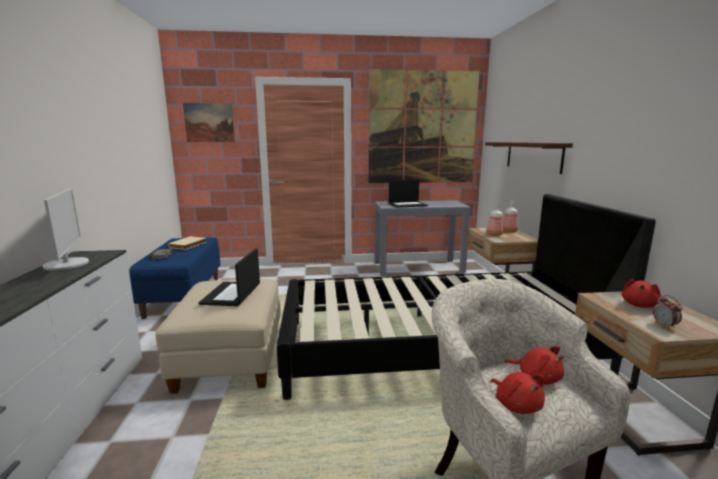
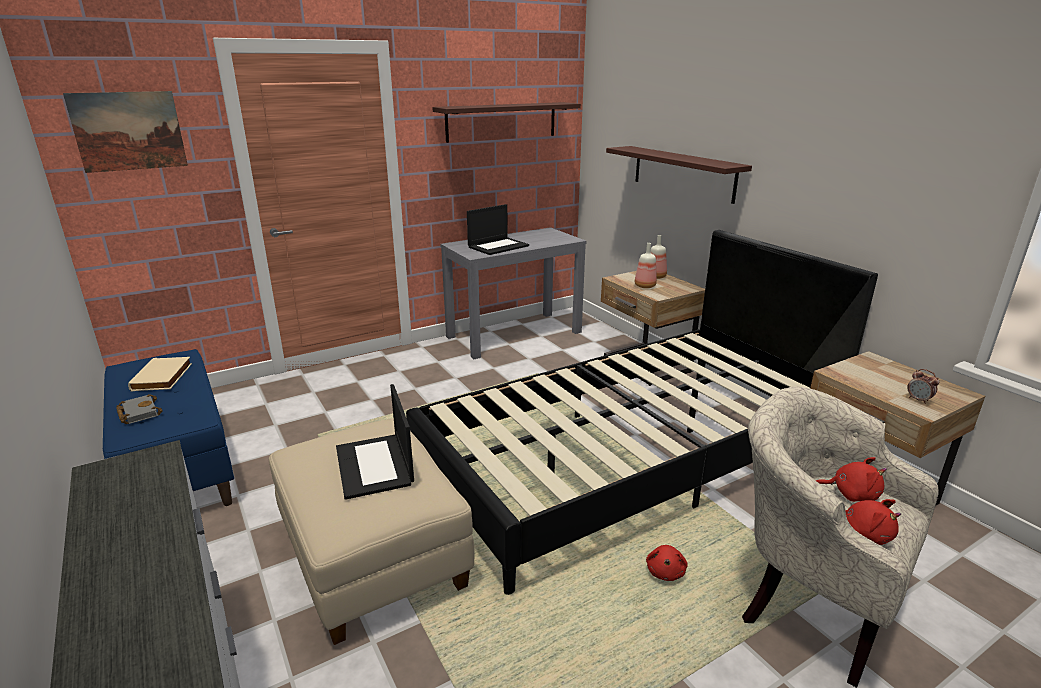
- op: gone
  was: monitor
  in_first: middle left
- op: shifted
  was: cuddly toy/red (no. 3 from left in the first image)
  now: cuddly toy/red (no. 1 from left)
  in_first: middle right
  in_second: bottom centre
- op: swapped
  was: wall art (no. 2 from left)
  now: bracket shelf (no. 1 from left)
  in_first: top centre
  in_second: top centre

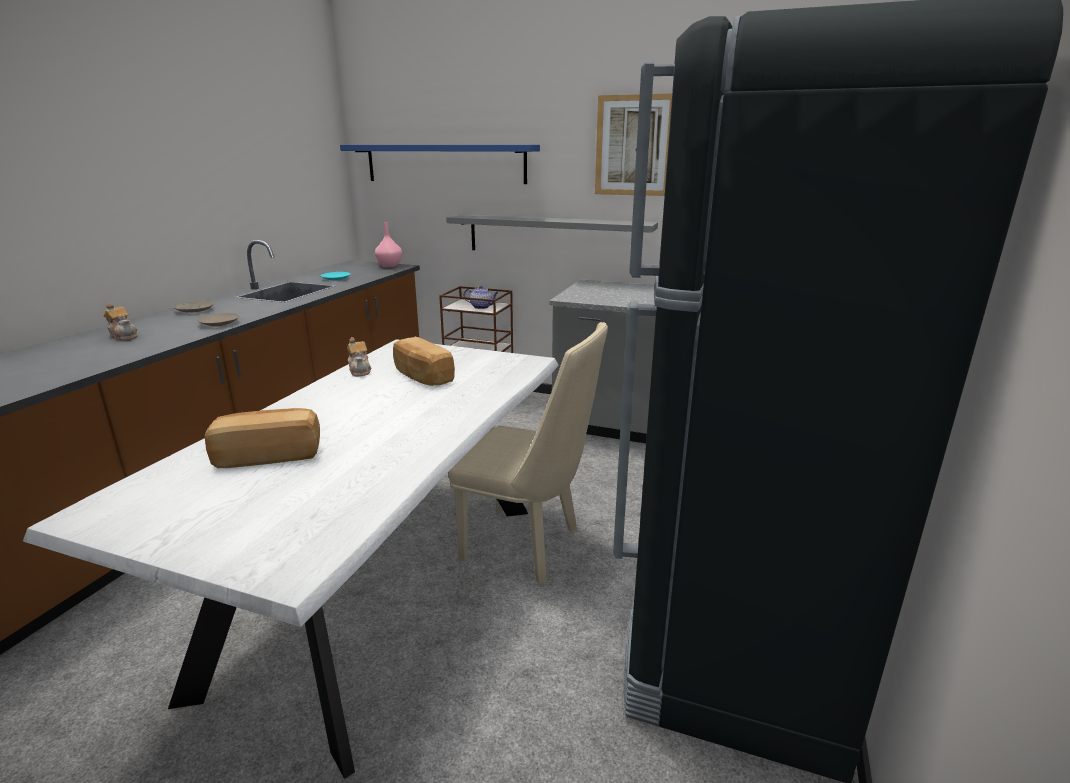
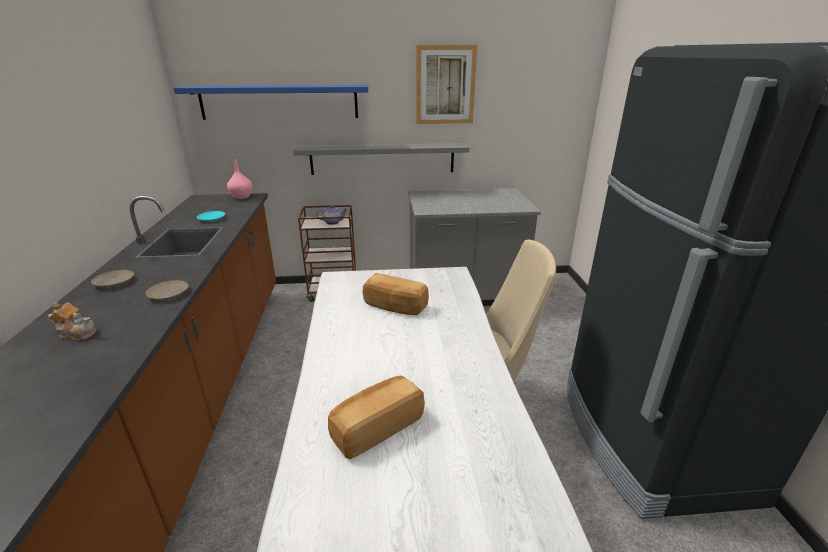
- op: gone
  was: tea pot (no. 2 from left)
  in_first: centre

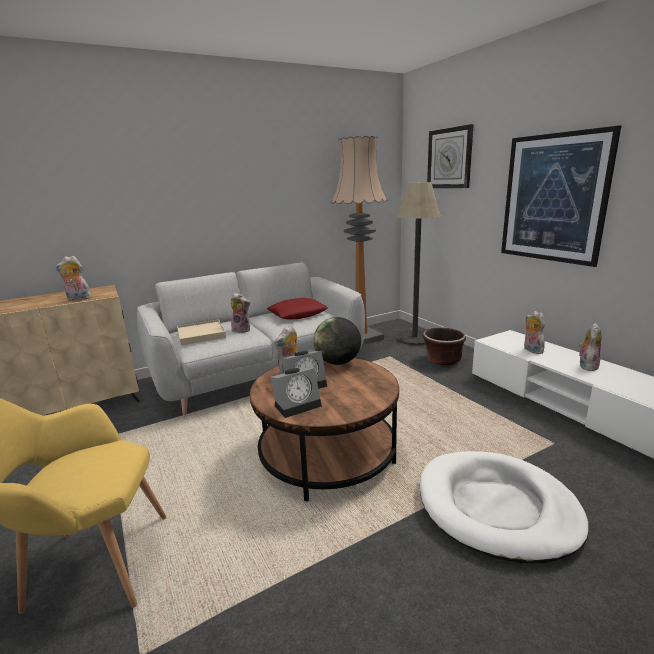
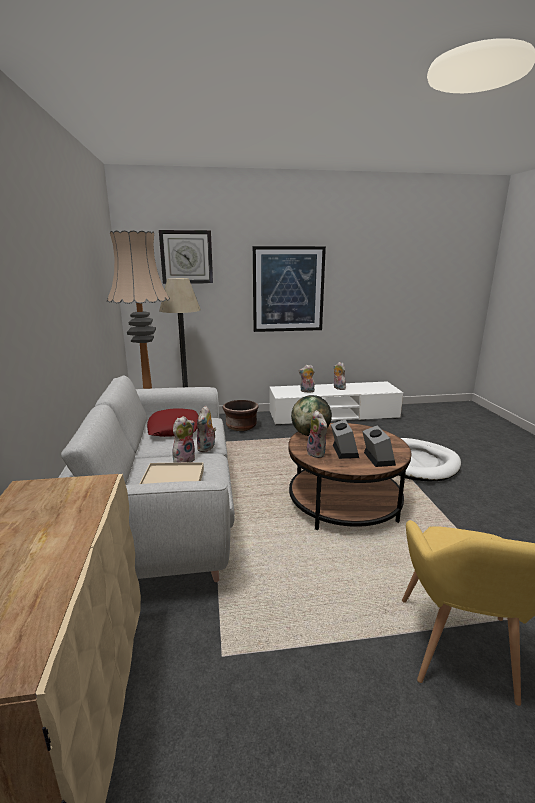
- op: shifted
  was: cuddly toy (no. 1 from left in the first image)
  now: cuddly toy (no. 2 from left)
  in_first: middle left
  in_second: centre

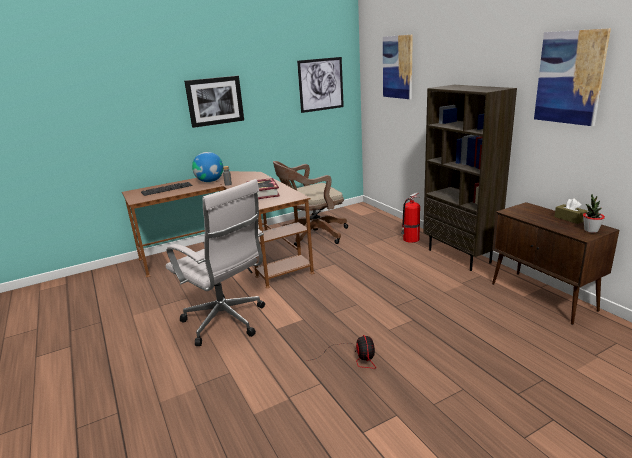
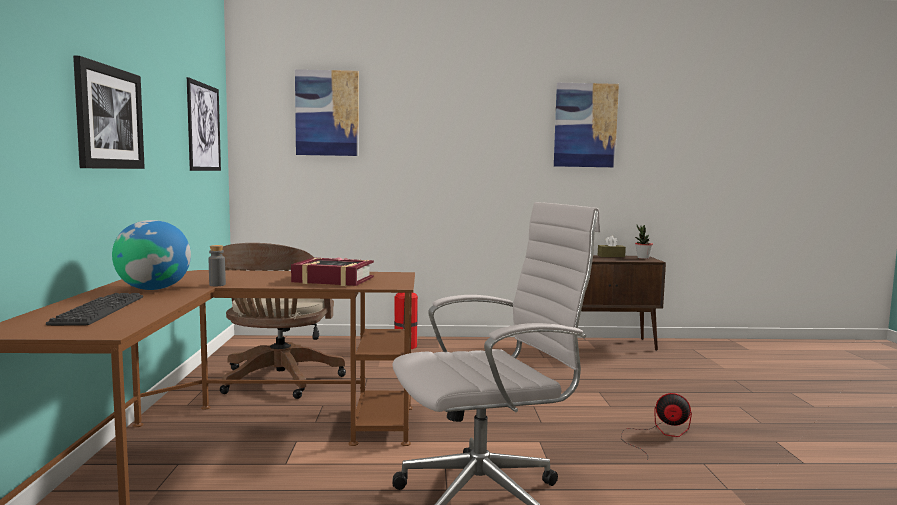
- op: gone
  was: shelving unit/brownish
  in_first: middle right

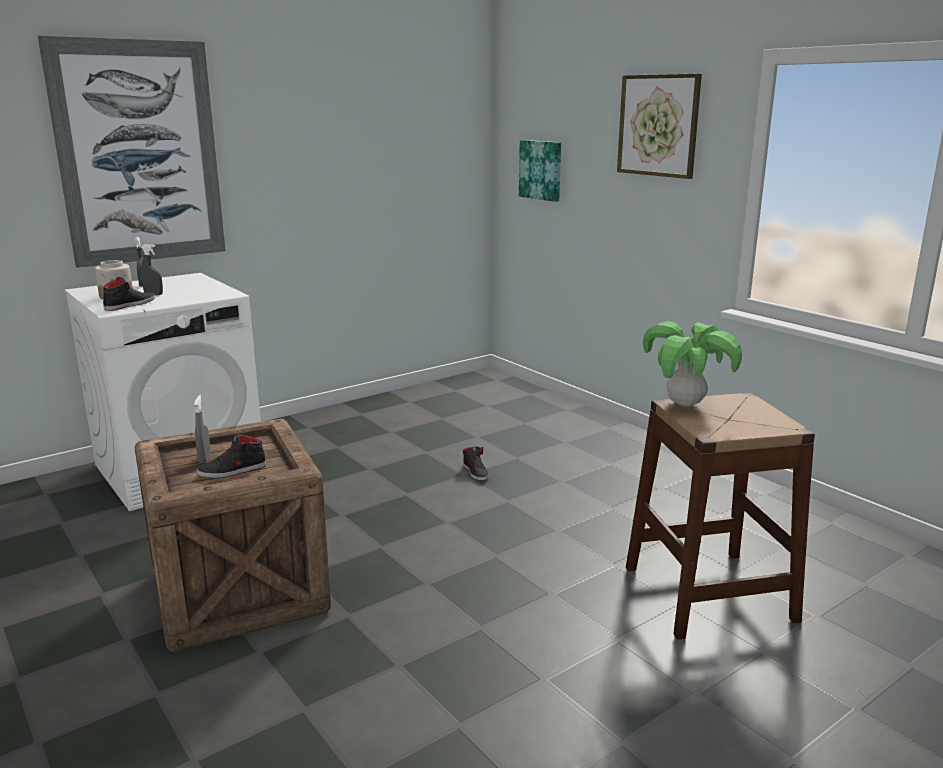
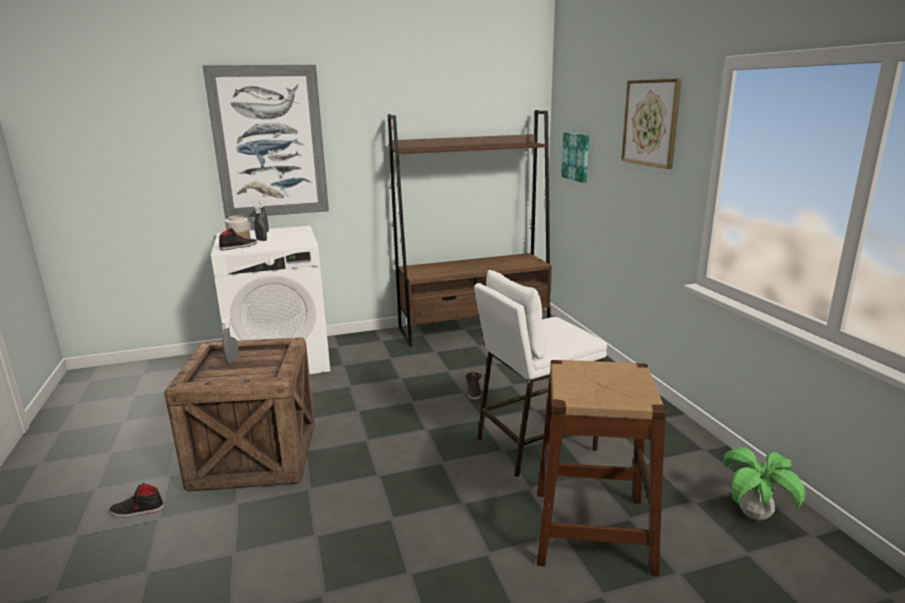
- op: new
  now: shelving unit/brownish
  in_second: centre
- op: new
  now: stool/white
  in_second: centre
- op: shifted
  was: shoe/blackish (no. 2 from left in the first image)
  now: shoe/blackish (no. 1 from left)
  in_first: middle left
  in_second: bottom left
- op: shifted
  was: potted plant
  in_first: middle right
  in_second: bottom right

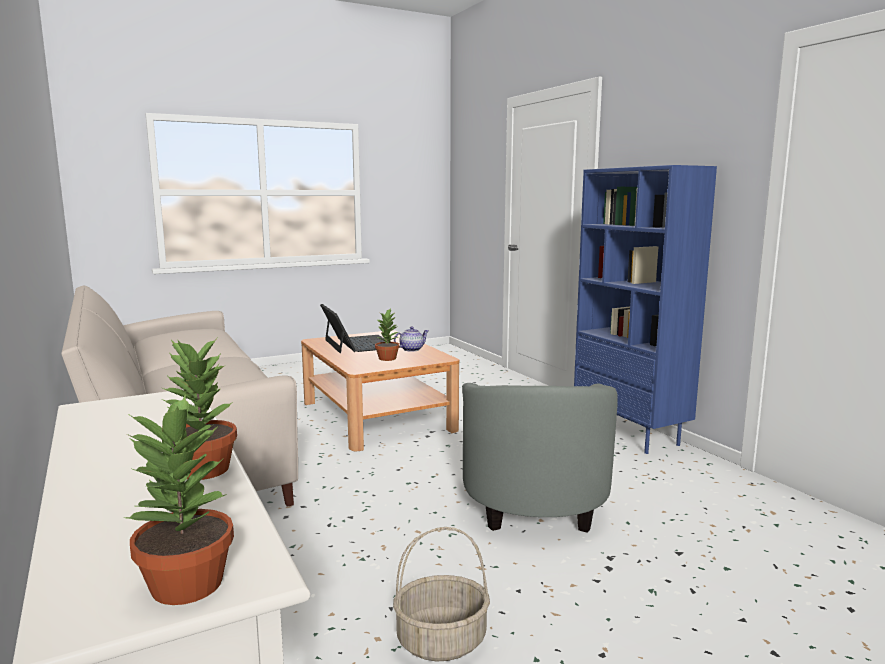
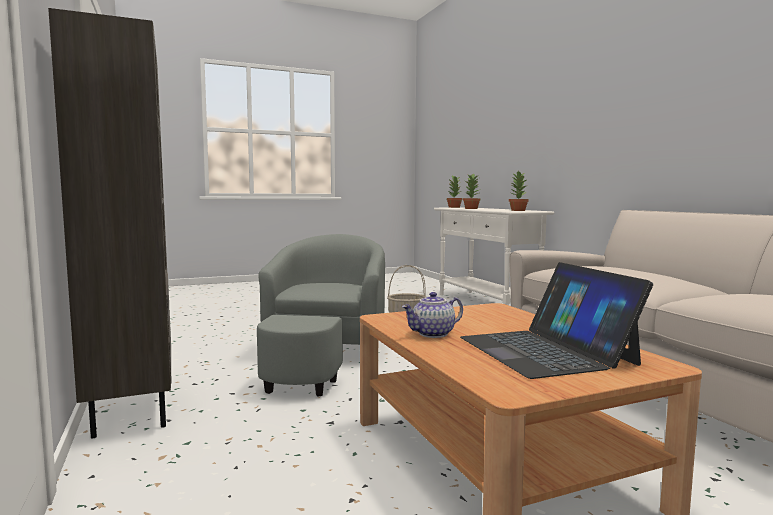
- op: shifted
  was: potted plant (no. 3 from left)
  in_first: centre
  in_second: middle right
- op: repainted
  was: shelving unit/blue
  now: shelving unit/brownish
  in_first: middle right
  in_second: middle left

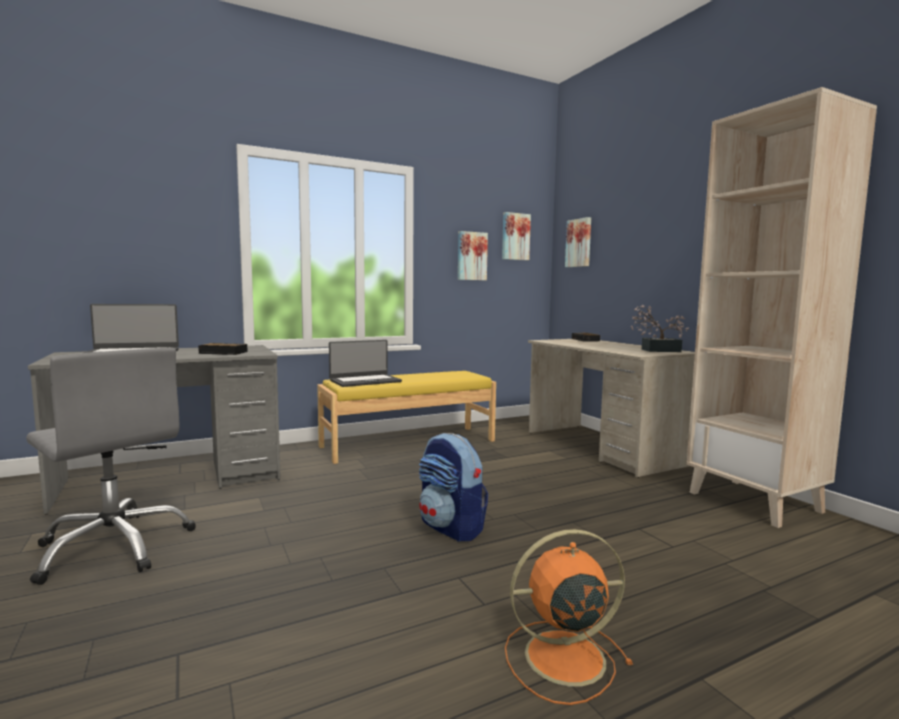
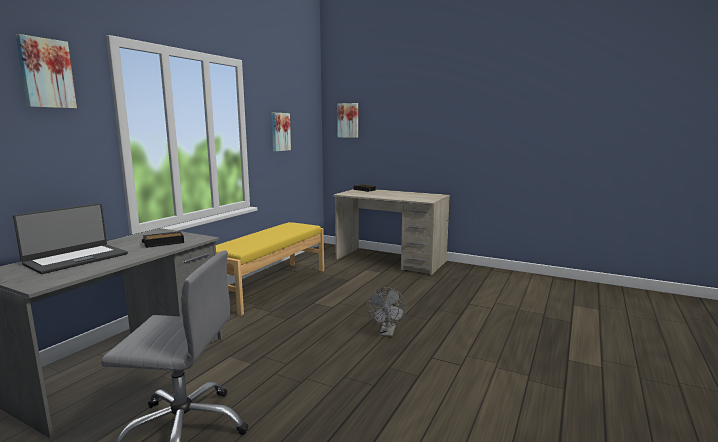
- op: gone
  was: laptop (no. 2 from left)
  in_first: centre
- op: gone
  was: fan/orangey
  in_first: bottom centre
- op: gone
  was: potted plant
  in_first: middle right
- op: gone
  was: shelving unit/sand-coloured
  in_first: middle right
- op: shifted
  was: wall art (no. 2 from left in the first image)
  now: wall art (no. 1 from left)
  in_first: top centre
  in_second: top left
- op: swapped
  was: rucksack
  now: fan/gray
  in_first: bottom centre
  in_second: bottom centre

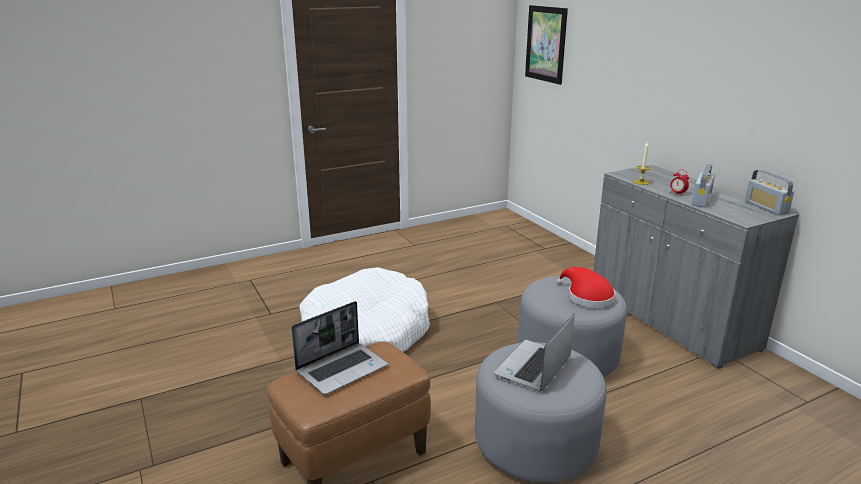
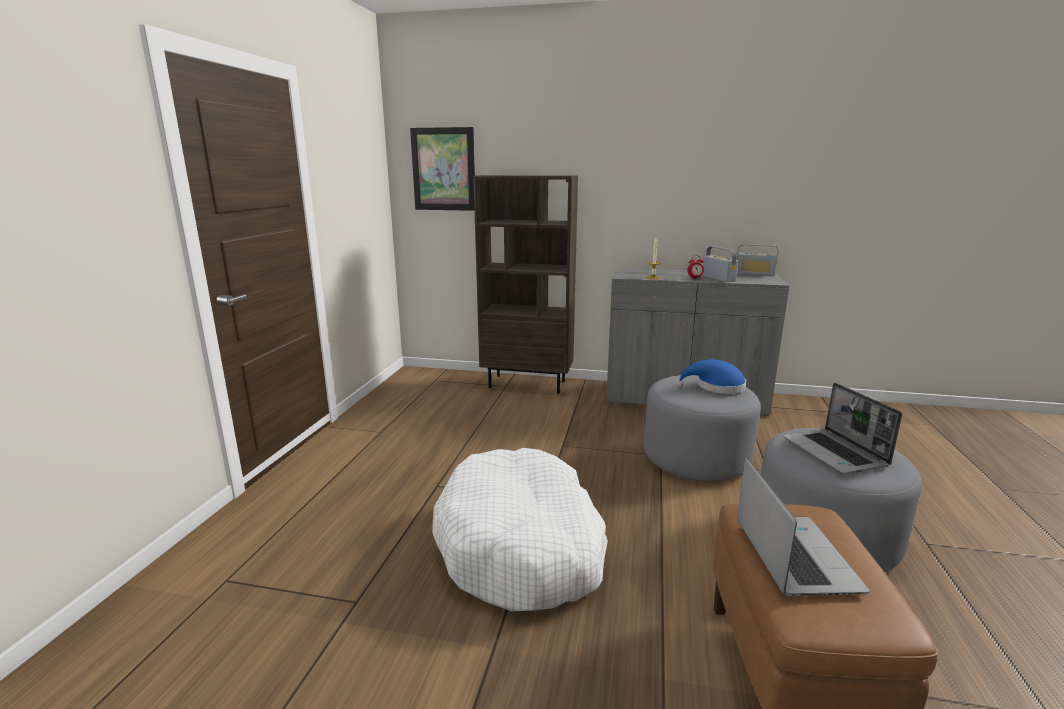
- op: new
  now: shelving unit/brownish
  in_second: centre
- op: repainted
  was: clothing hat/red
  now: clothing hat/blue
  in_first: middle right
  in_second: middle right

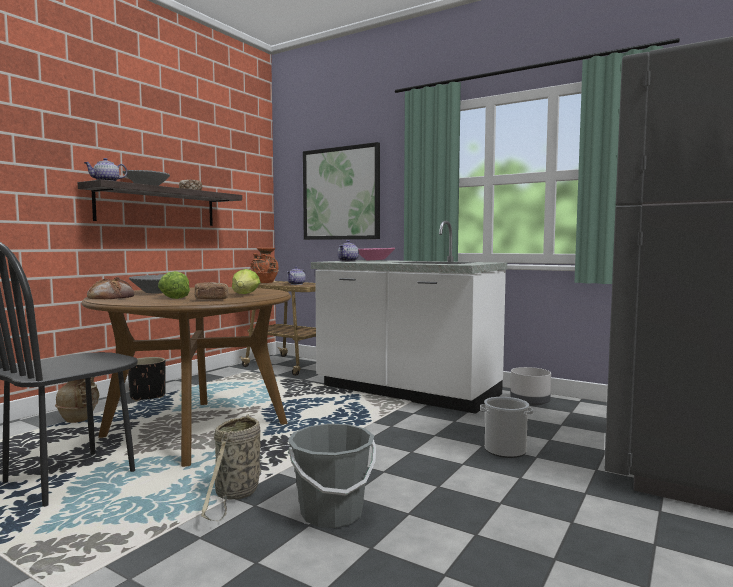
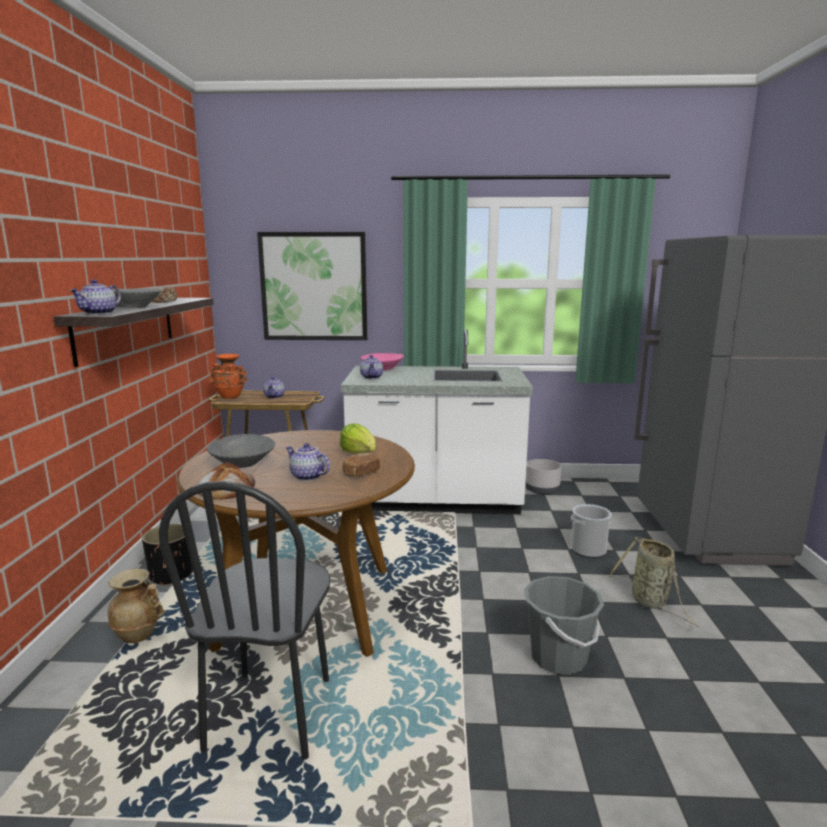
- op: shifted
  was: household basket
  in_first: bottom left
  in_second: bottom right
- op: swapped
  was: head of lettuce (no. 1 from left)
  now: tea pot (no. 3 from left)
  in_first: middle left
  in_second: centre

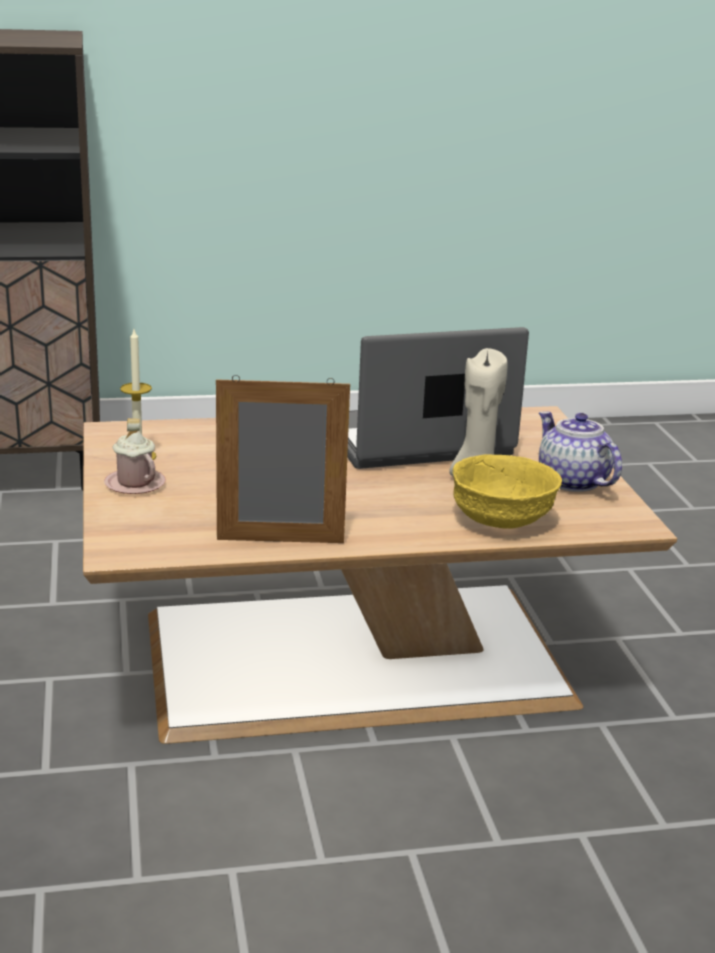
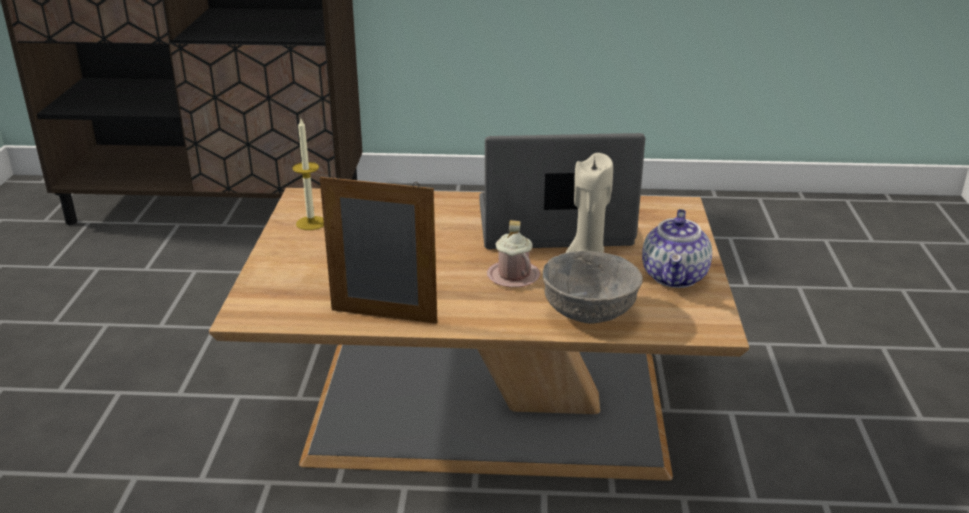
- op: shifted
  was: mug/pink-coloured
  in_first: middle left
  in_second: centre
- op: repainted
  was: serving bowl/yellowish
  now: serving bowl/gray
  in_first: middle right
  in_second: centre
- op: rotated
  was: tea pot
  in_first: middle right
  in_second: middle right
  clockwise: -150

